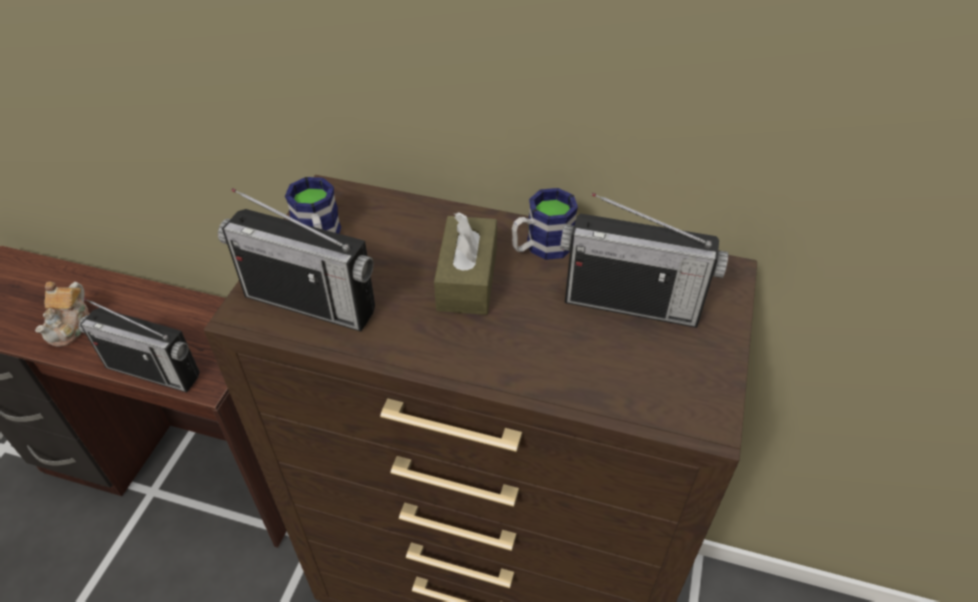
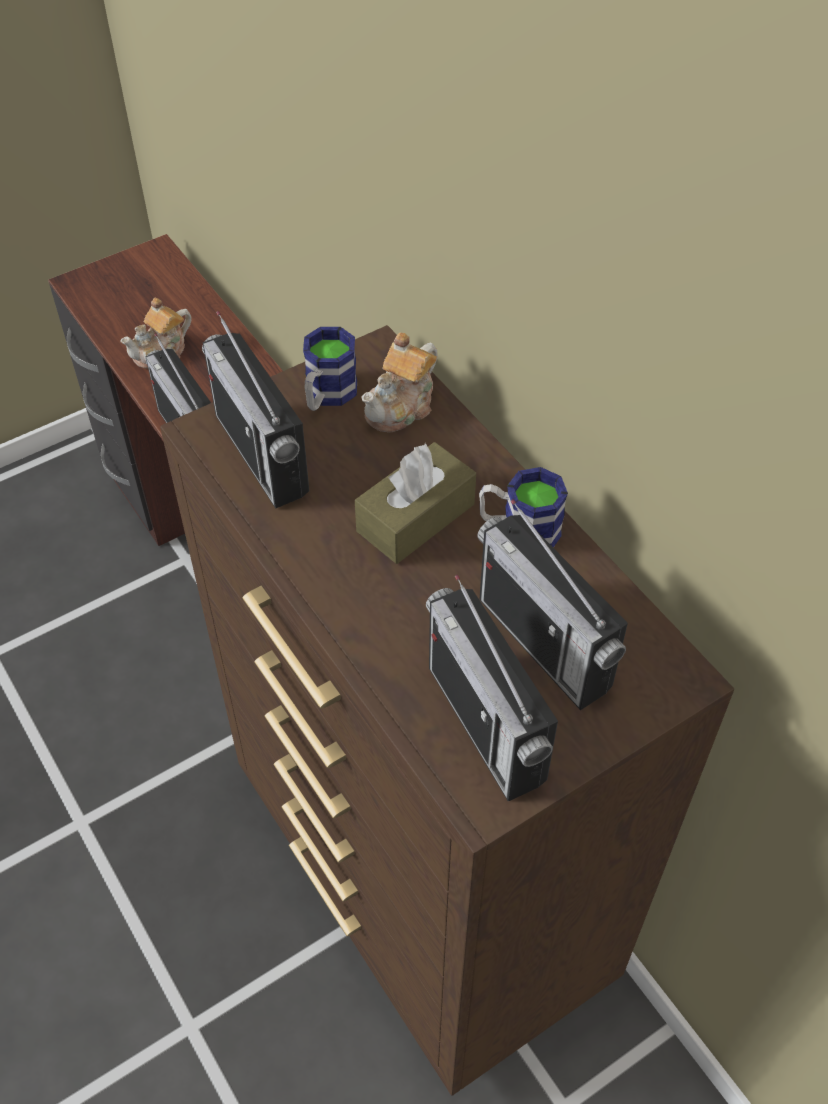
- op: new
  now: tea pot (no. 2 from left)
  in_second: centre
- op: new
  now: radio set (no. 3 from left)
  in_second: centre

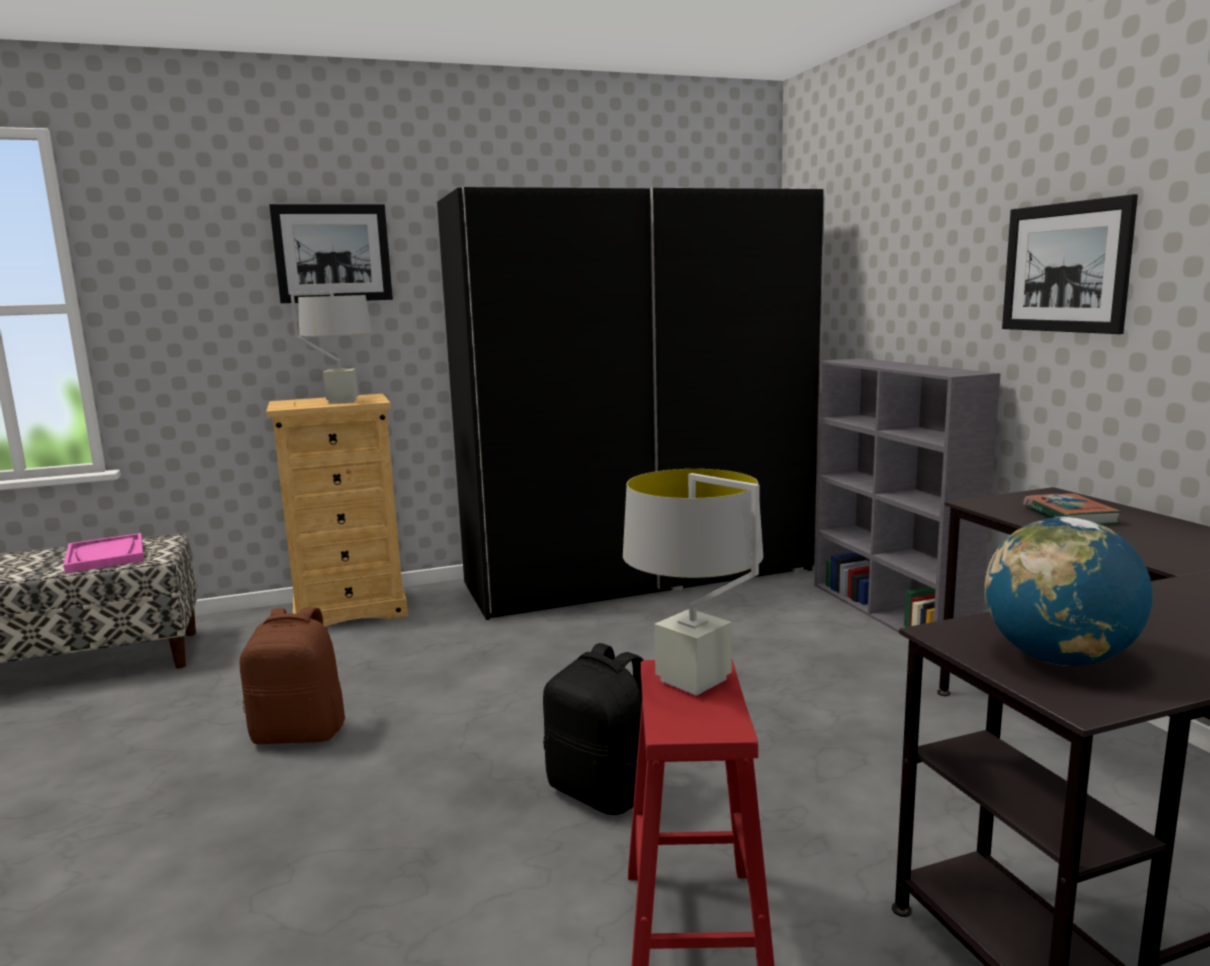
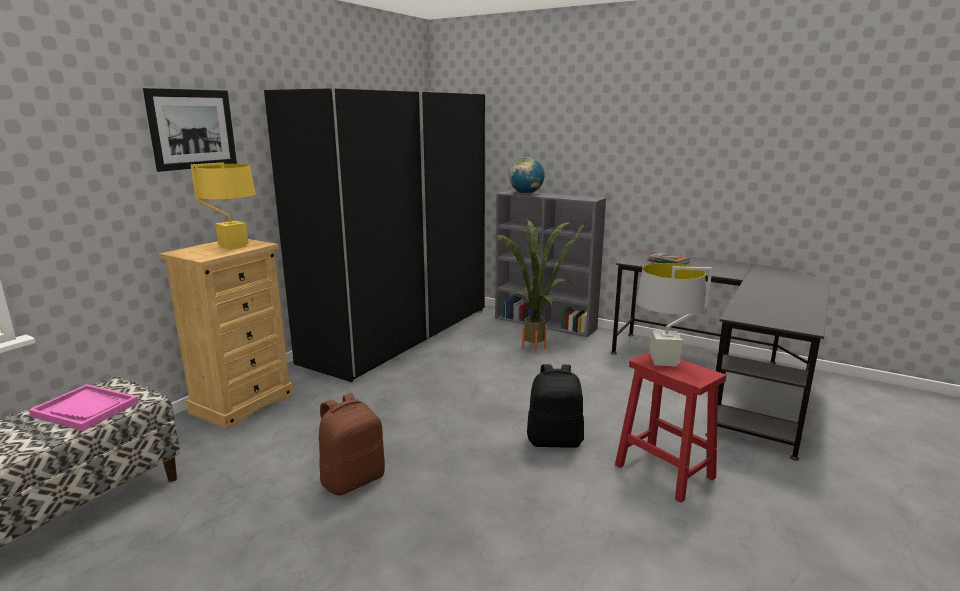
- op: gone
  was: wall art (no. 2 from left)
  in_first: top right
- op: new
  now: potted plant
  in_second: centre
- op: shifted
  was: desk globe
  in_first: middle right
  in_second: top centre
- op: repainted
  was: table lamp/gray (no. 1 from left)
  now: table lamp/yellowish
  in_first: middle left
  in_second: middle left

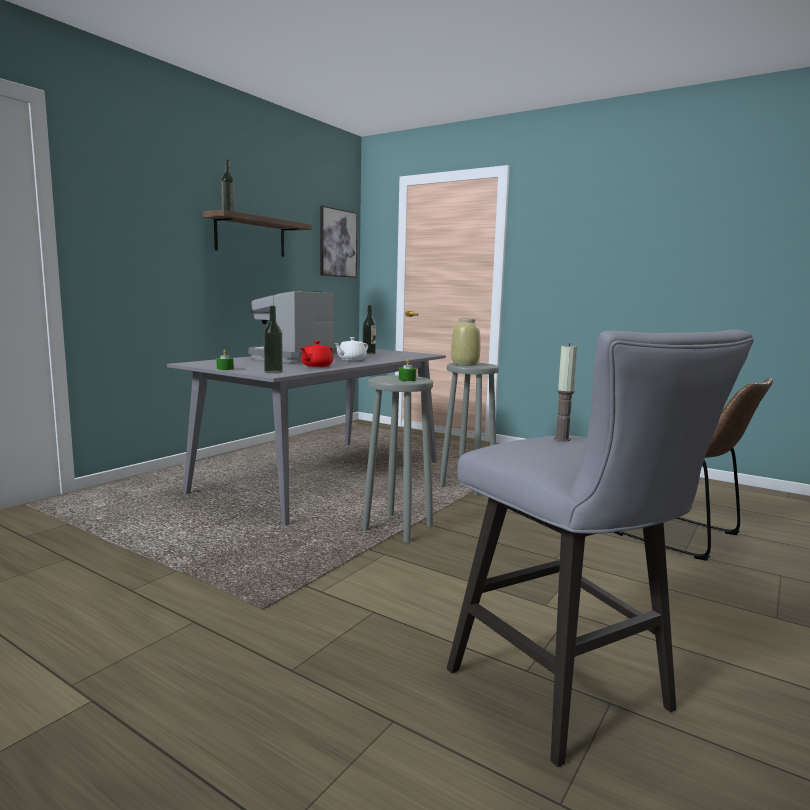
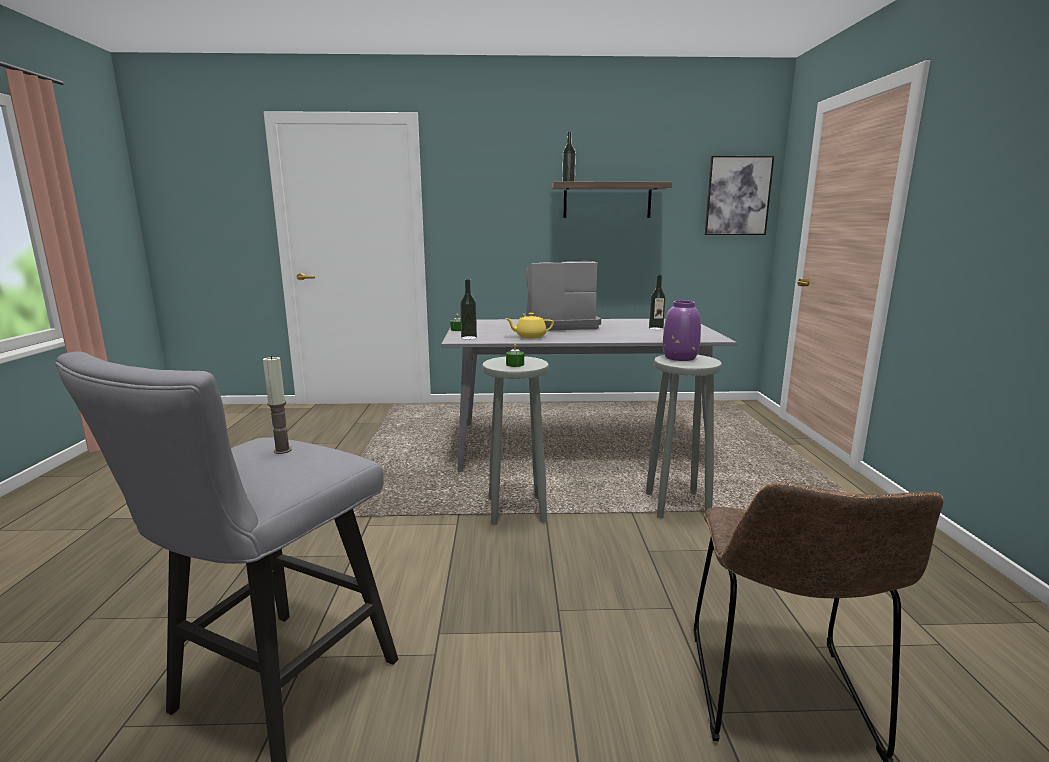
- op: gone
  was: tea pot/white
  in_first: centre
- op: repainted
  was: tea pot/red
  now: tea pot/yellowish
  in_first: centre
  in_second: centre
- op: repainted
  was: vase/sand-coloured
  now: vase/purplish
  in_first: centre
  in_second: centre

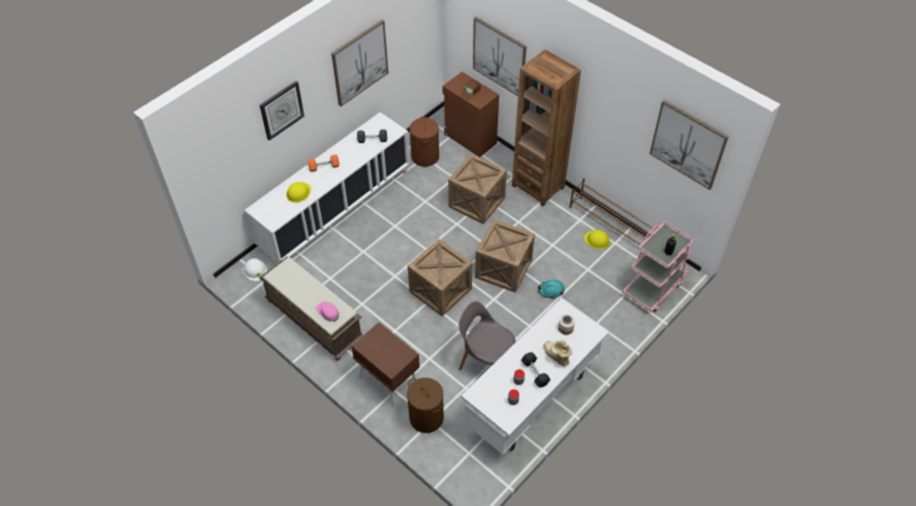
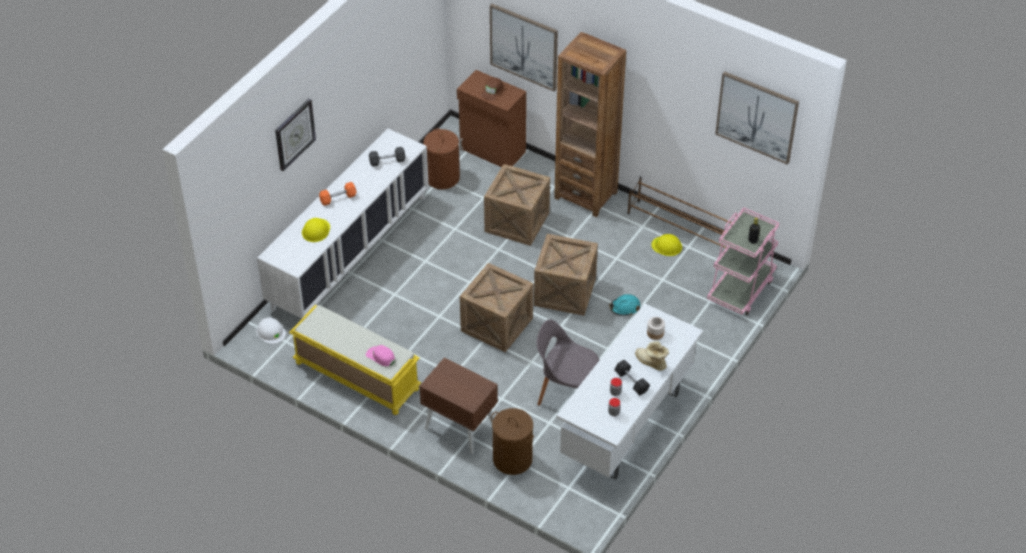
- op: gone
  was: wall art (no. 1 from left)
  in_first: top centre
- op: repainted
  was: bench/brownish
  now: bench/yellowish
  in_first: centre
  in_second: centre

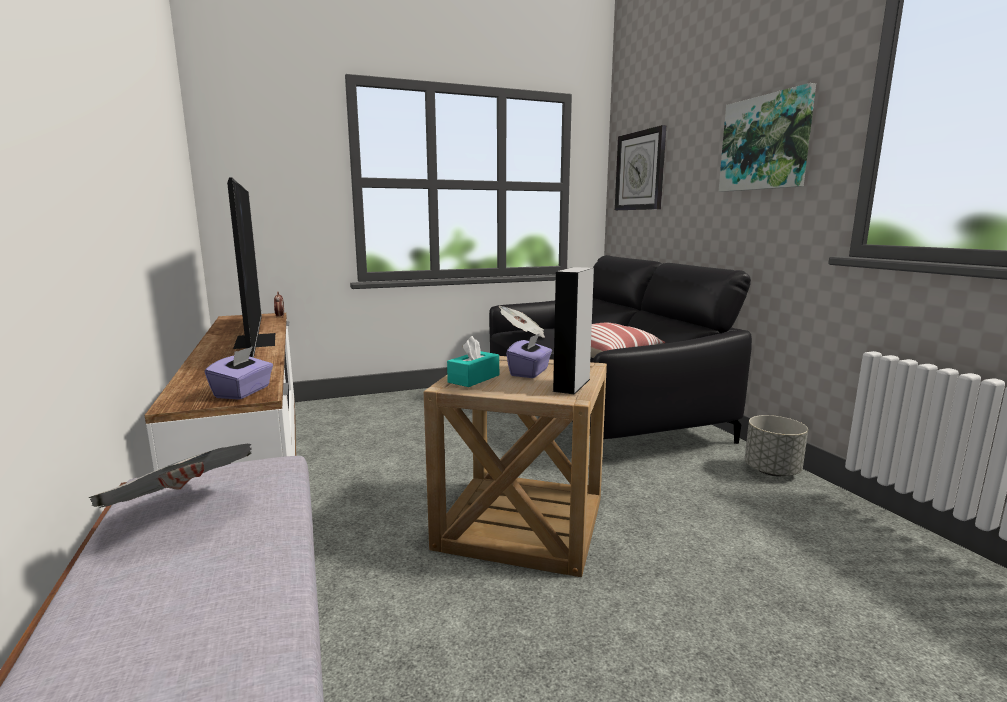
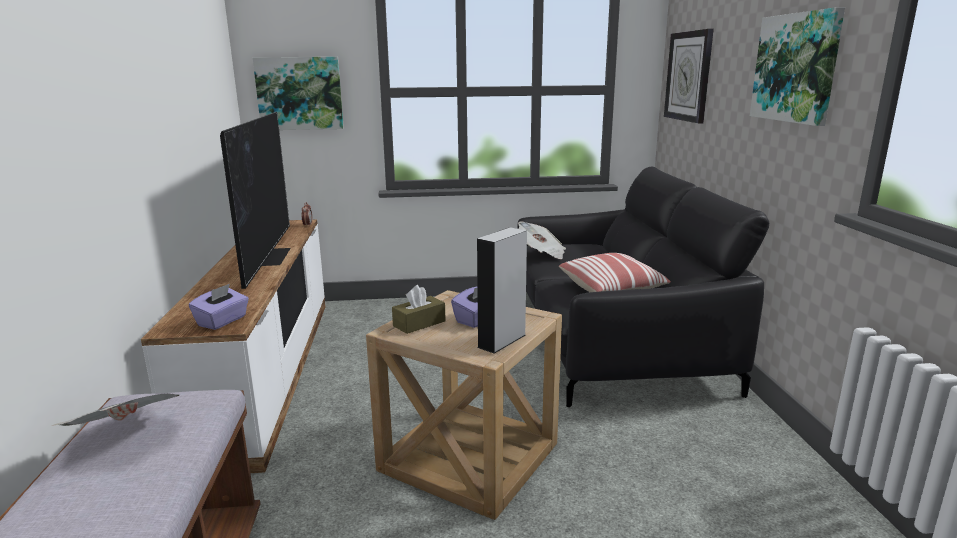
- op: gone
  was: plant pot/gray
  in_first: middle right
- op: new
  now: wall art (no. 1 from left)
  in_second: top left
- op: repainted
  was: tissue holder/turquoise-coloured
  now: tissue holder/brownish
  in_first: centre
  in_second: centre

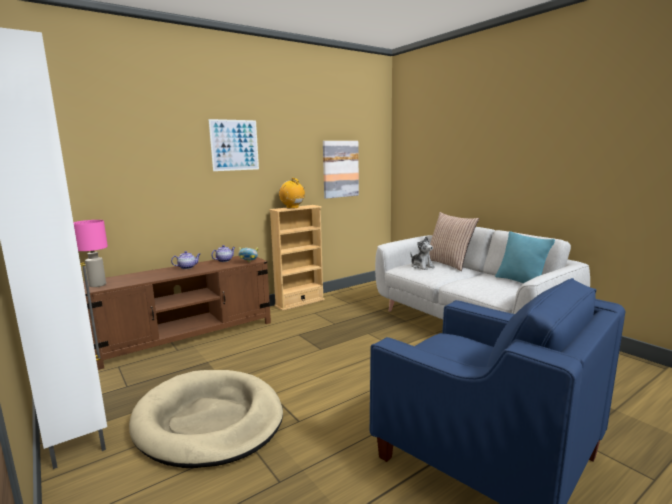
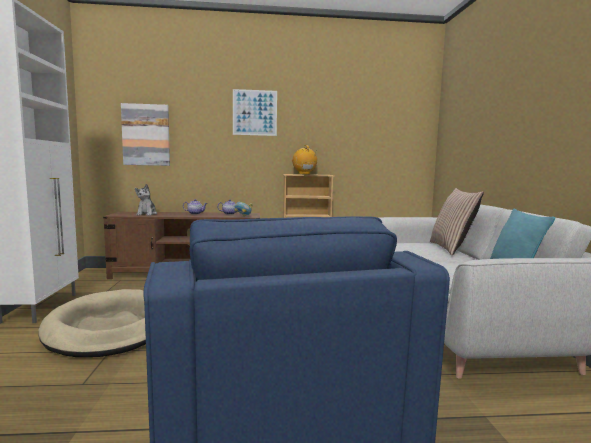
- op: gone
  was: table lamp/pink-coloured
  in_first: middle left
- op: shifted
  was: wall art (no. 2 from left in the first image)
  now: wall art (no. 1 from left)
  in_first: centre
  in_second: top left
- op: shifted
  was: cuddly toy
  in_first: centre
  in_second: middle left

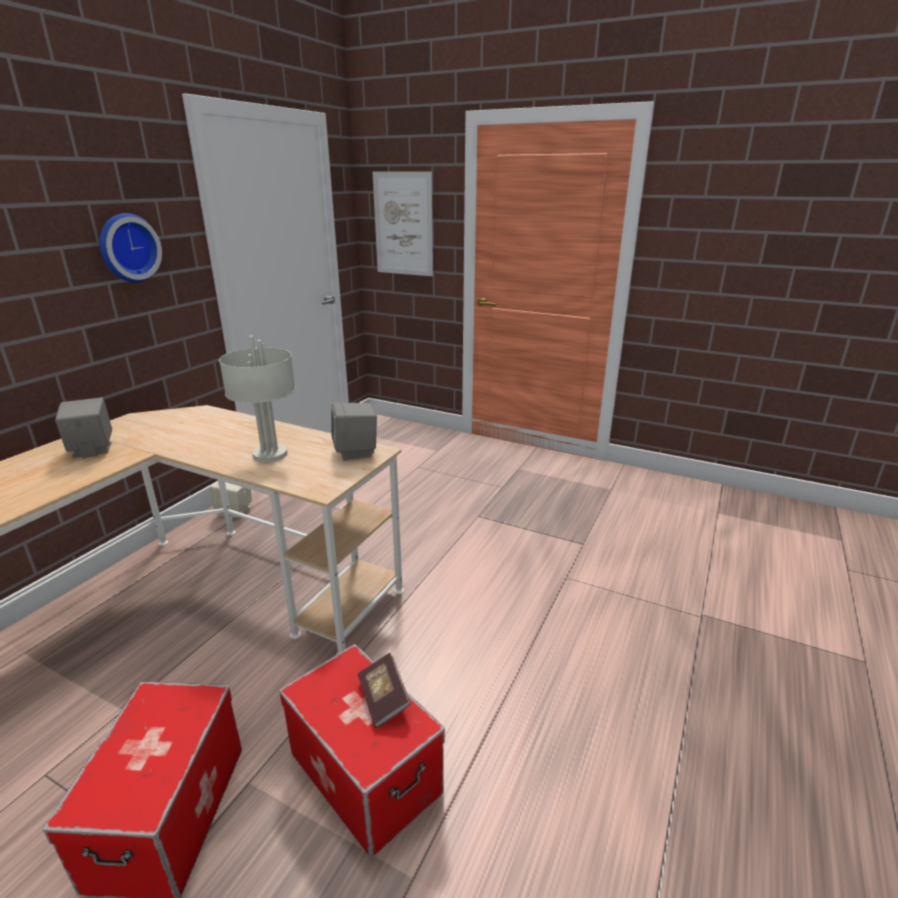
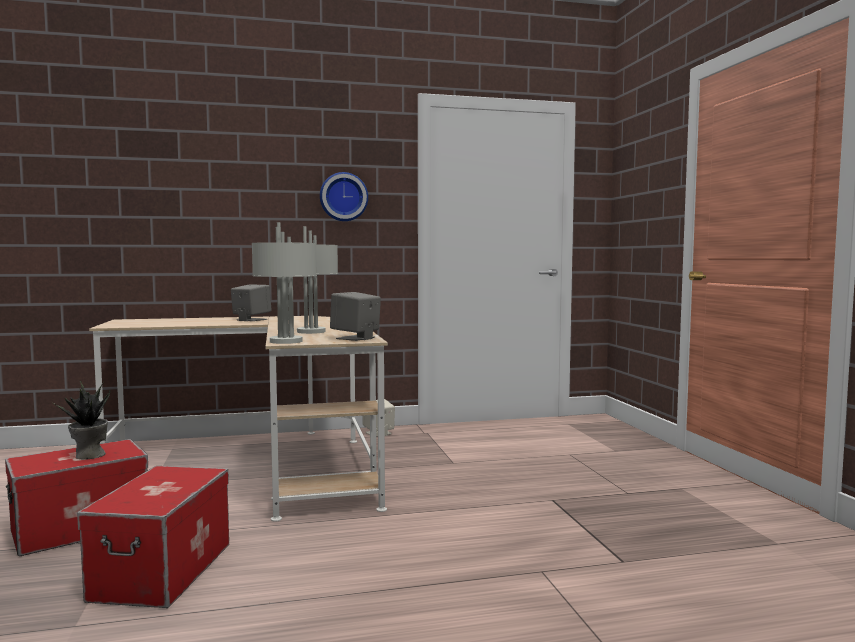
- op: gone
  was: volume
  in_first: bottom centre
- op: gone
  was: wall art
  in_first: top centre
- op: new
  now: potted plant
  in_second: middle left
- op: new
  now: table lamp/gray (no. 1 from left)
  in_second: middle left

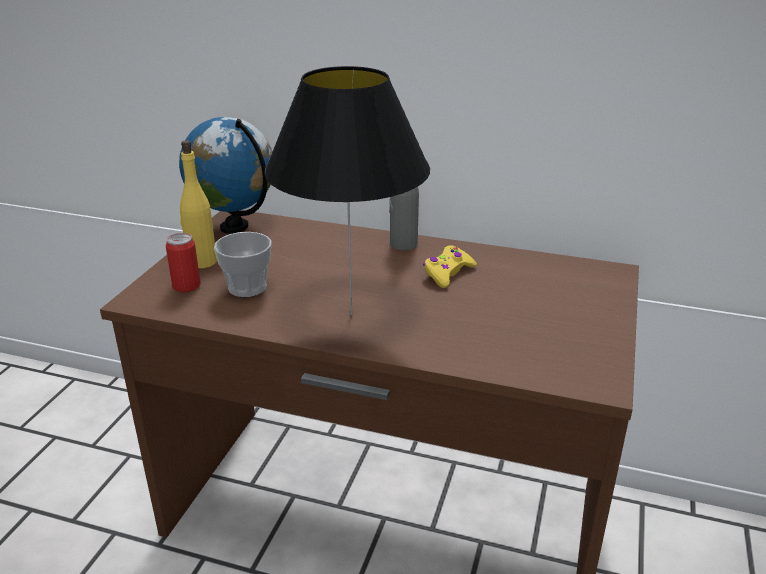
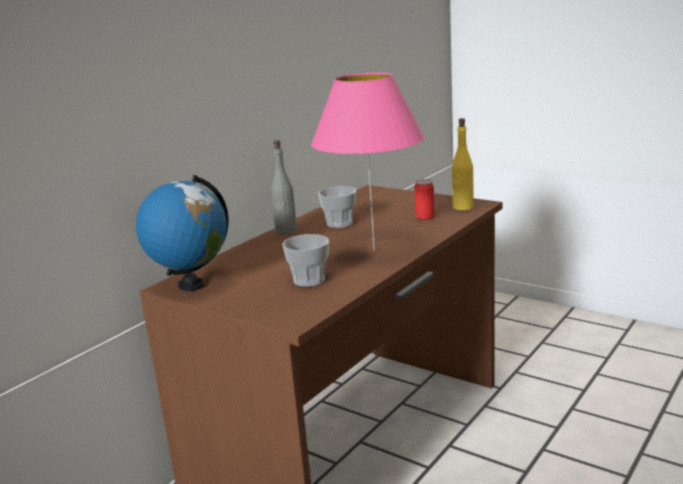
- op: shifted
  was: metal can
  in_first: middle left
  in_second: centre
- op: shifted
  was: beverage bottle/yellowish
  in_first: middle left
  in_second: middle right
- op: swapped
  was: joypad/yellowish
  now: drinking cup (no. 2 from left)
  in_first: centre
  in_second: centre
- op: repainted
  was: table lamp/blackish
  now: table lamp/pink-coloured
  in_first: top centre
  in_second: top centre

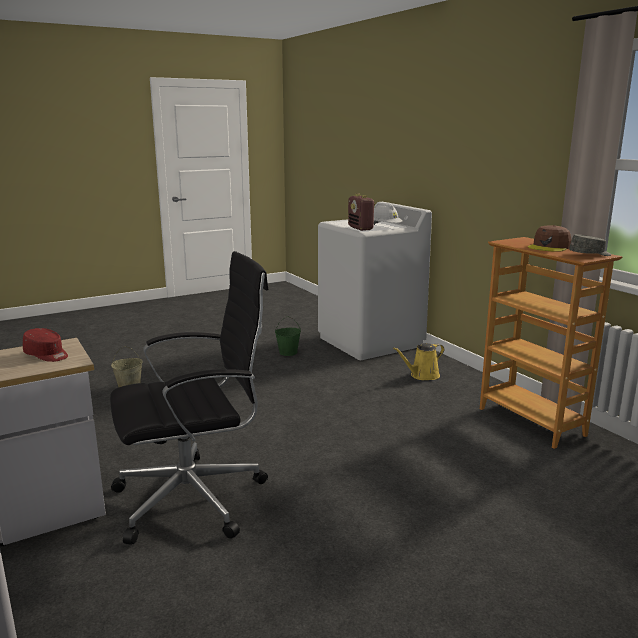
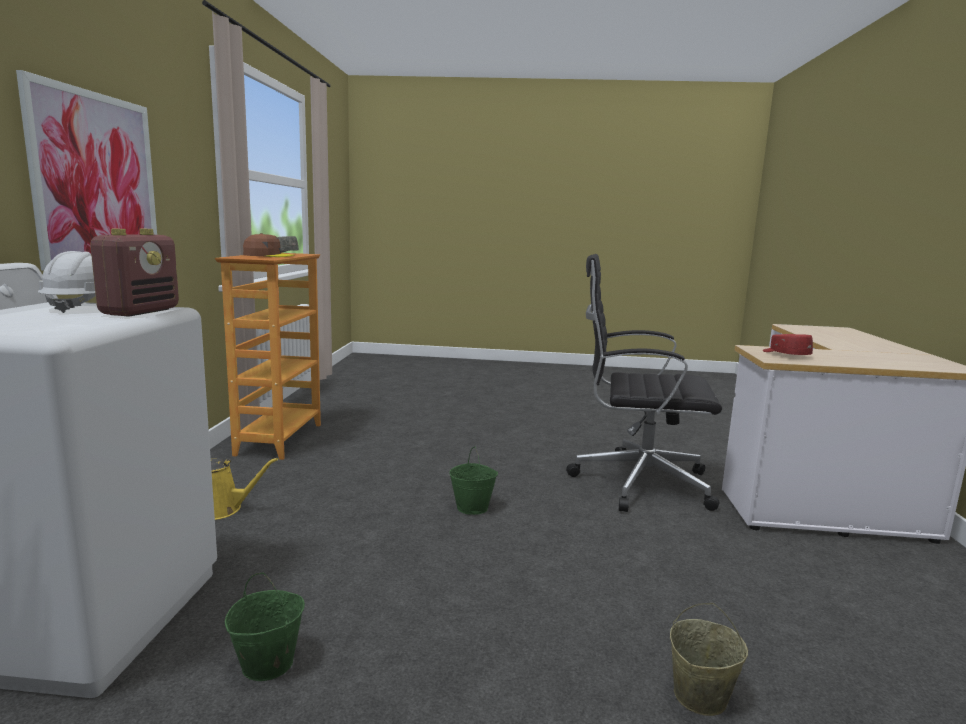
- op: new
  now: wall art
  in_second: top left
- op: new
  now: water bucket/green (no. 2 from left)
  in_second: centre

